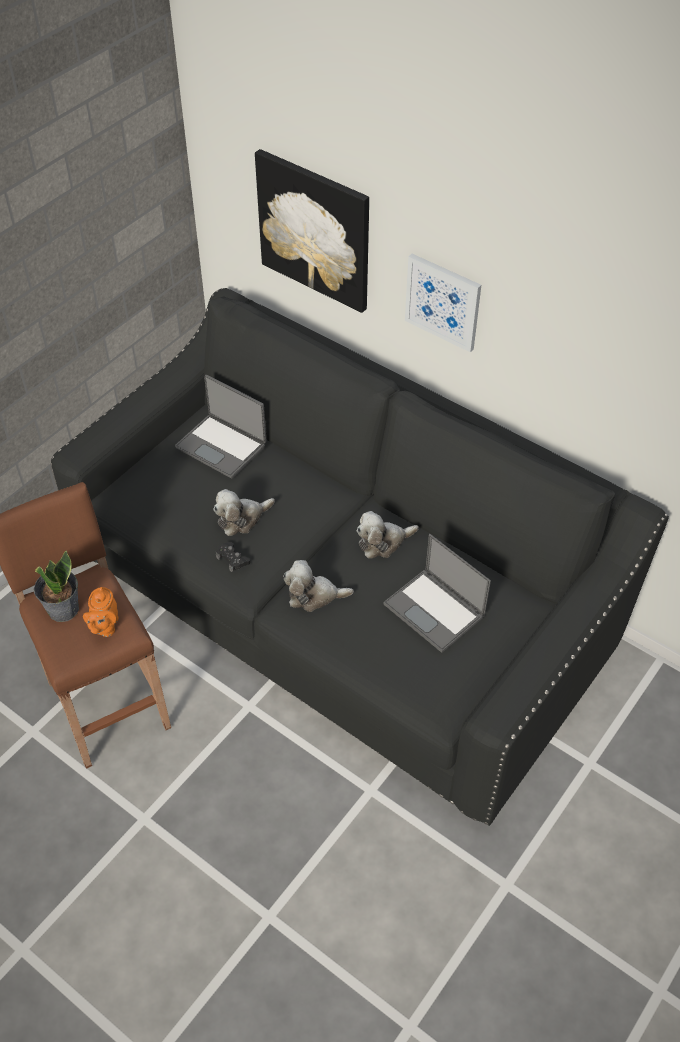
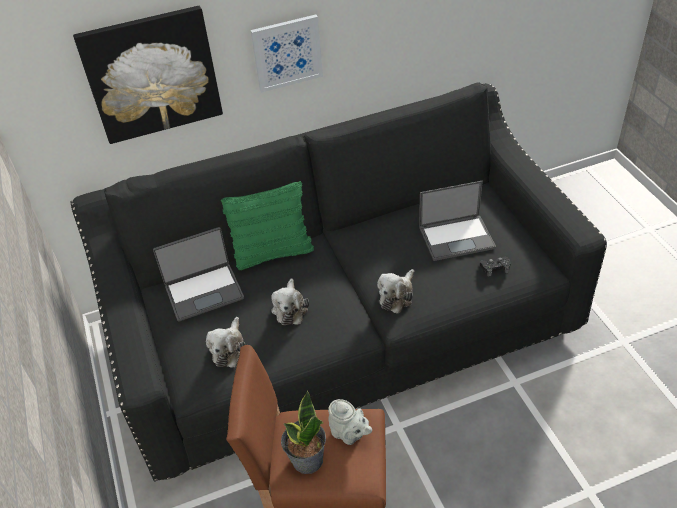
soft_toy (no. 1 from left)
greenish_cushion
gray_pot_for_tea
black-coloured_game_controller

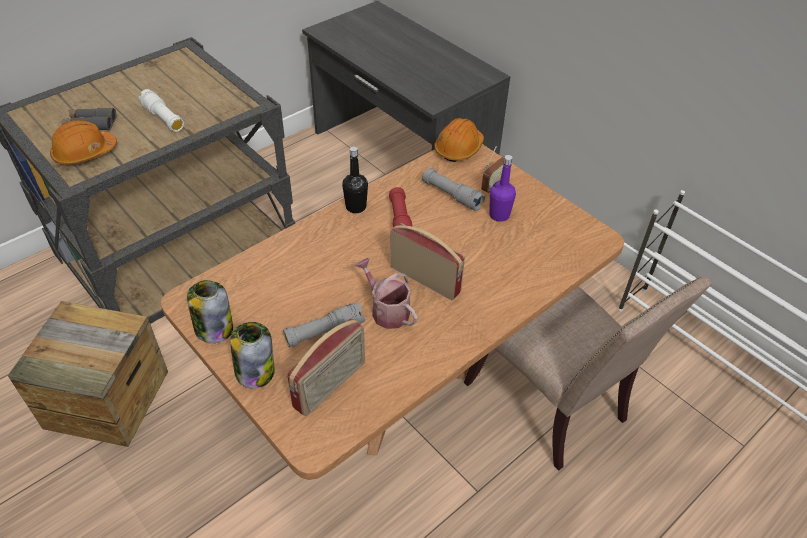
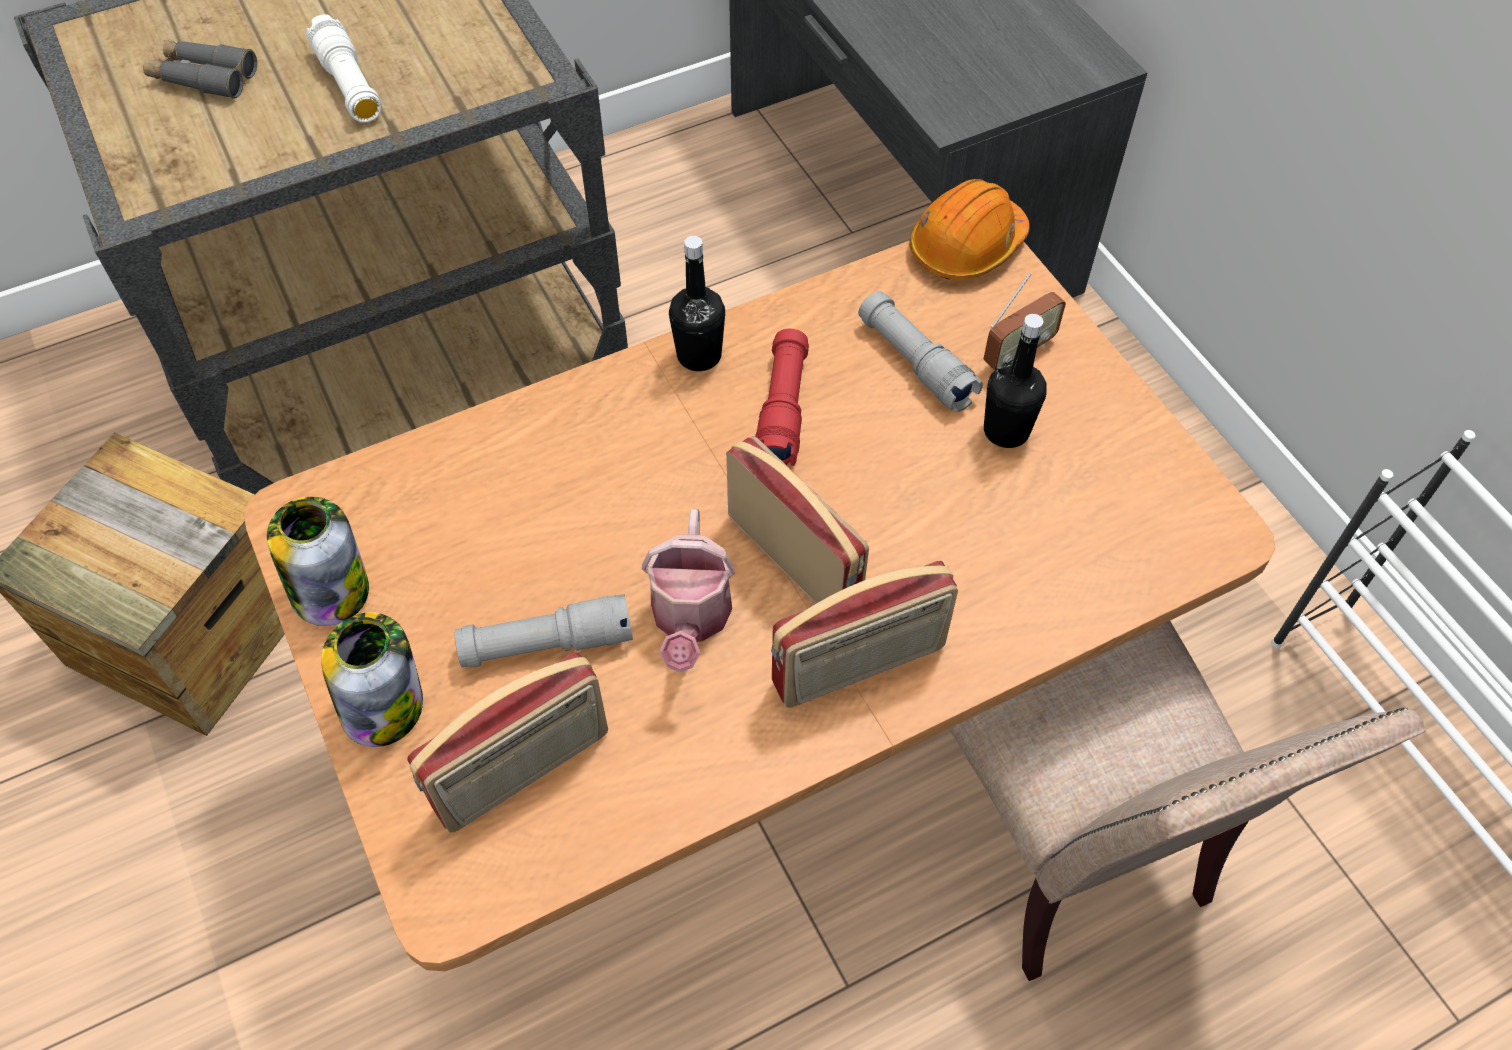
sprinkling_can
radio_receiver (no. 3 from left)
black-coloured_drink_bottle (no. 2 from left)
orange_hard_hat (no. 1 from left in the first image)

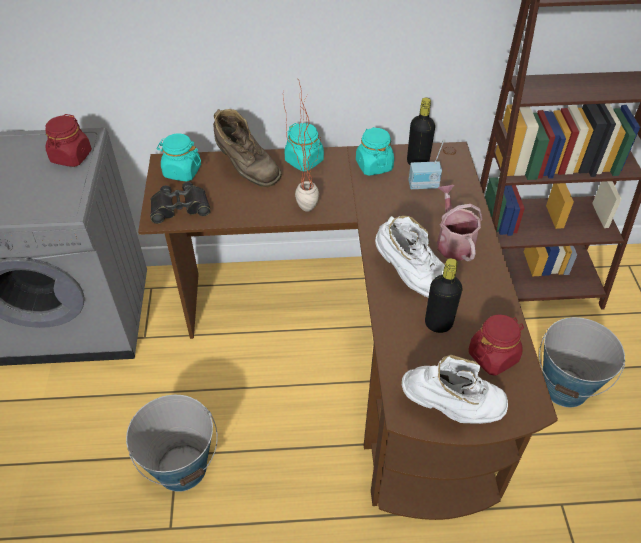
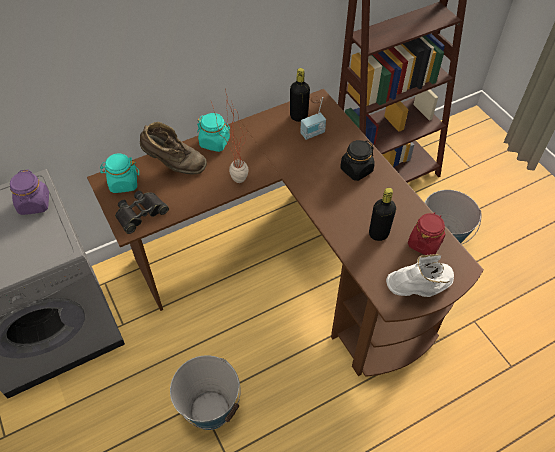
purple-coloured_storage_jar
black-coloured_storage_jar
turquoise-coloured_storage_jar (no. 3 from left in the first image)
white_boot (no. 1 from left in the first image)

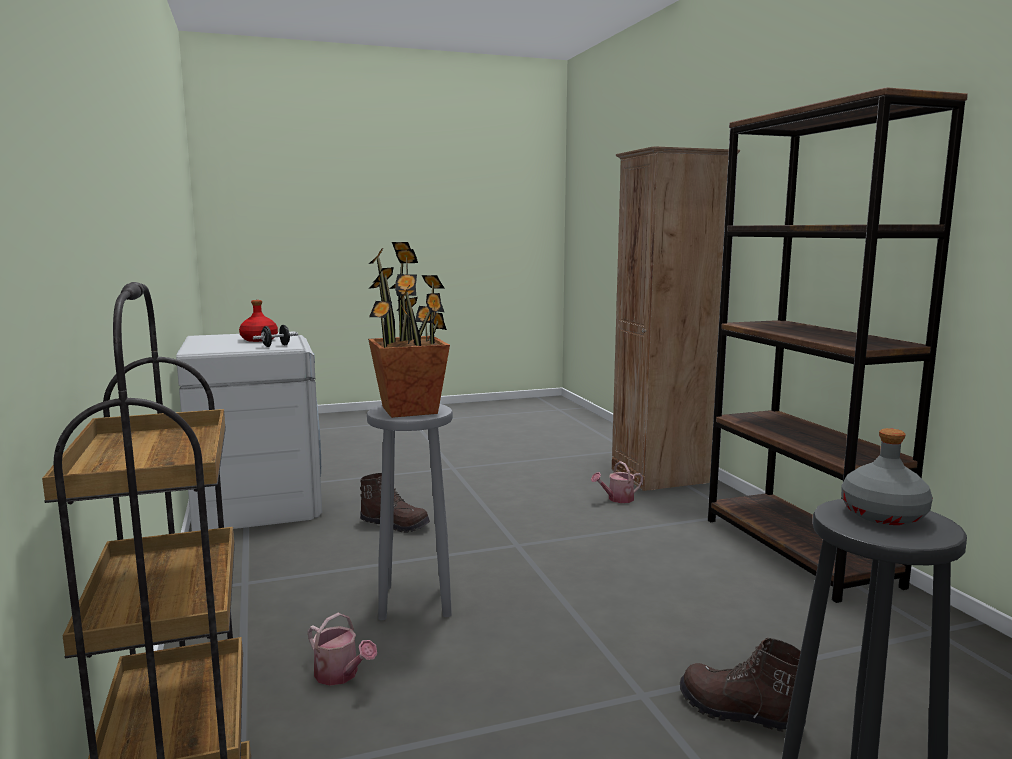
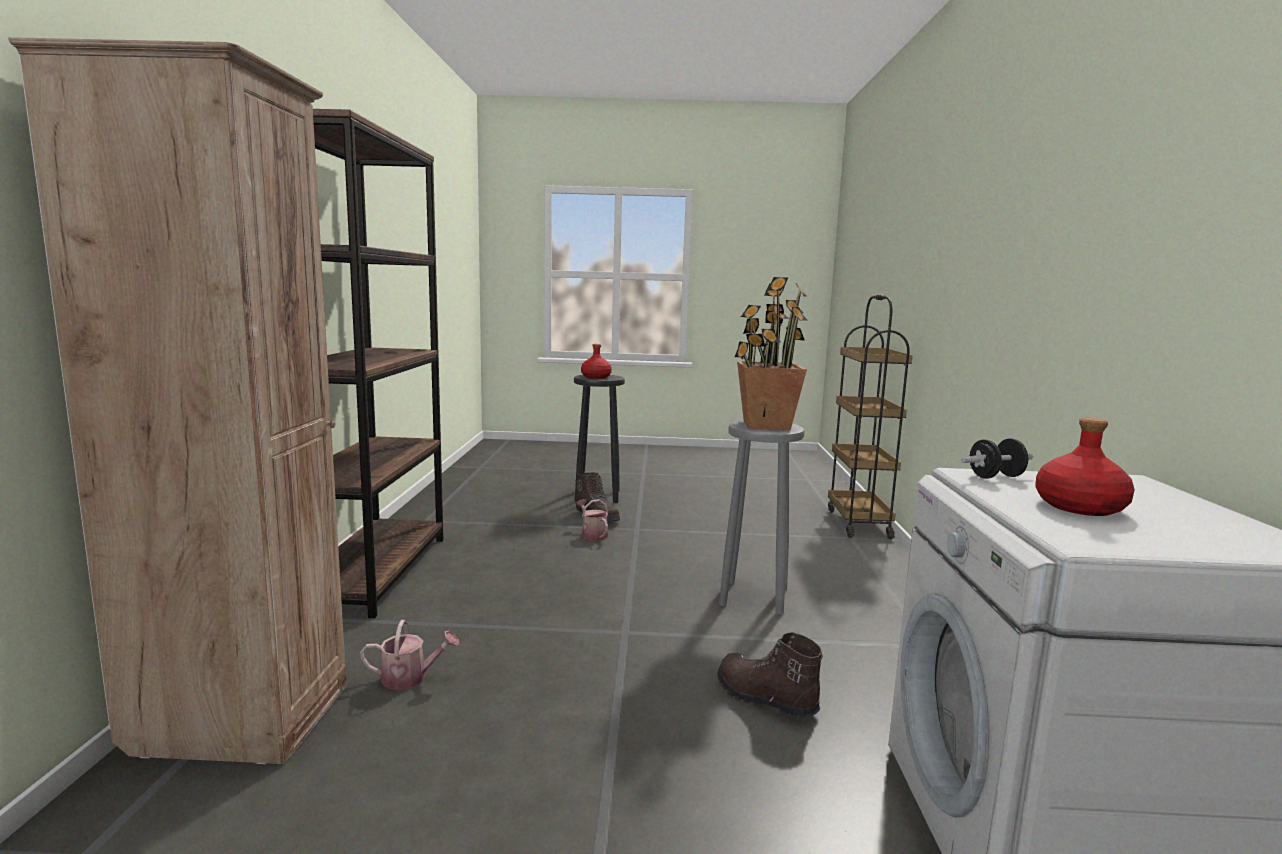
sprinkling_can (no. 2 from left)
red-coloured_drink_bottle (no. 1 from left)

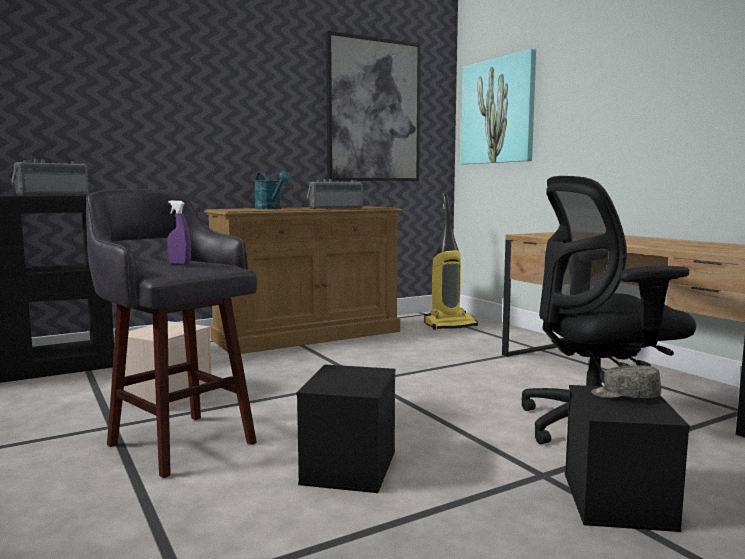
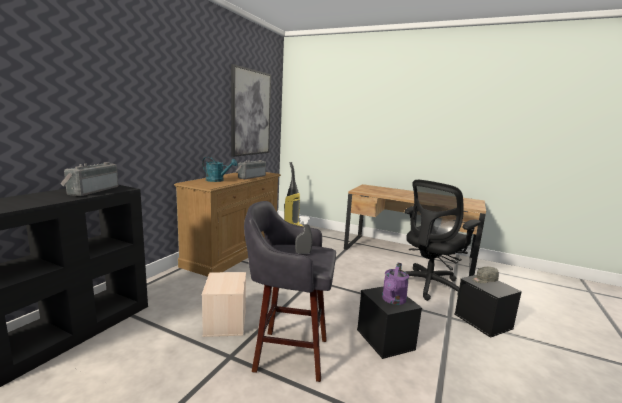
gray_sprayer
purple-coloured_sprinkling_can
wall_picture (no. 2 from left in the first image)

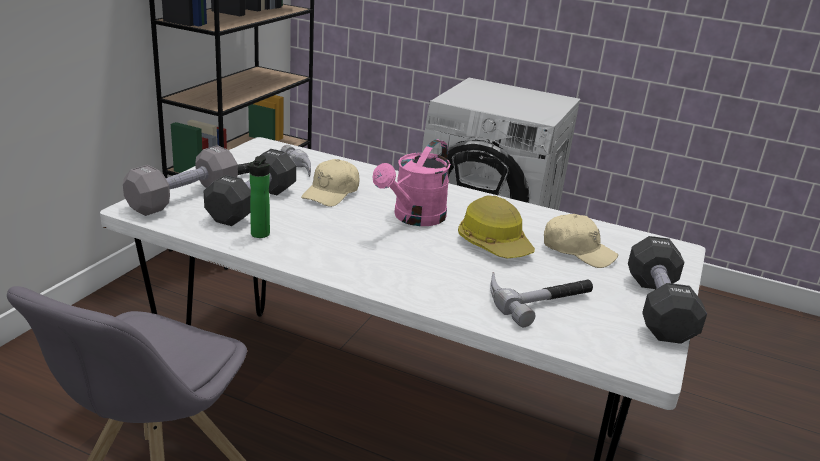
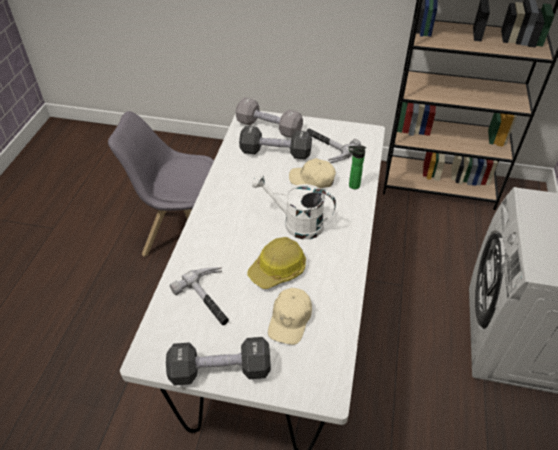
white_sprinkling_can
drink_bottle

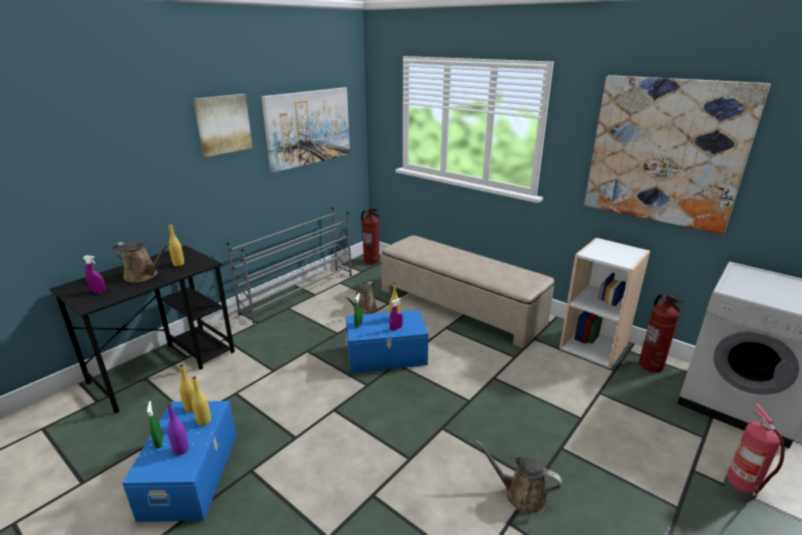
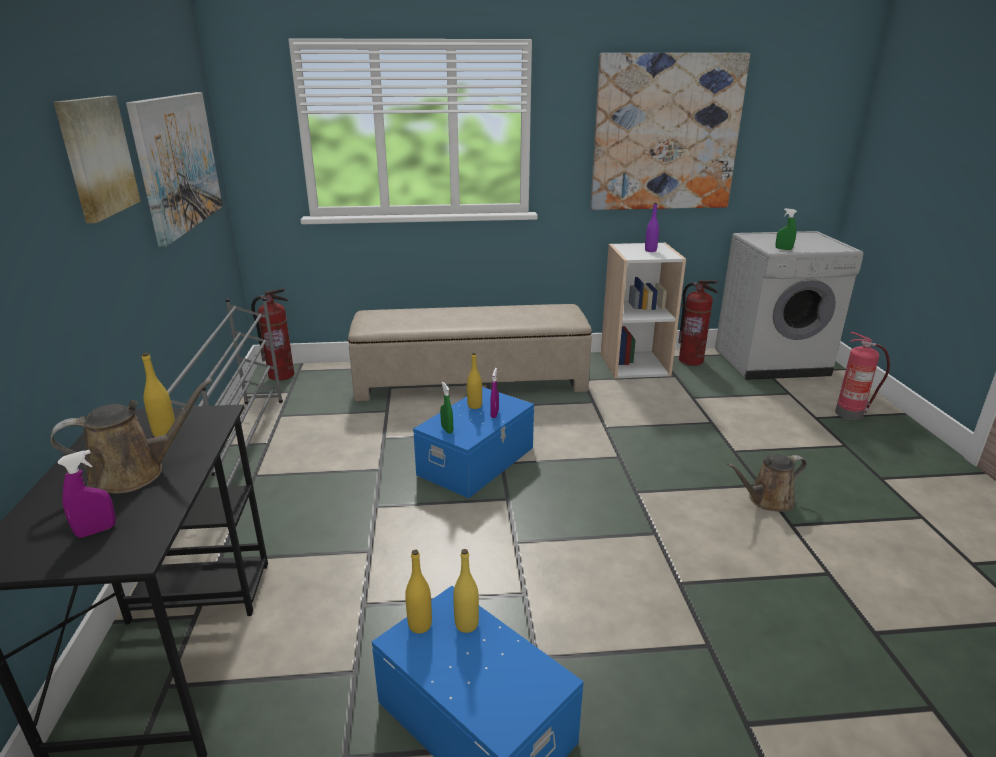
purple-coloured_drink_bottle
greenish_sprayer (no. 2 from left)
brown_sprinkling_can (no. 2 from left in the first image)

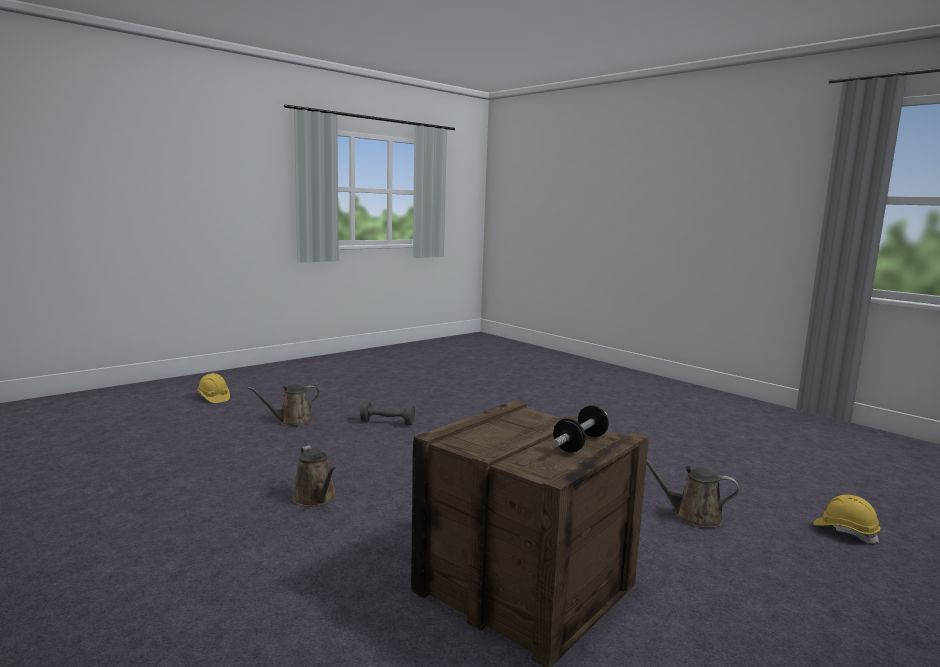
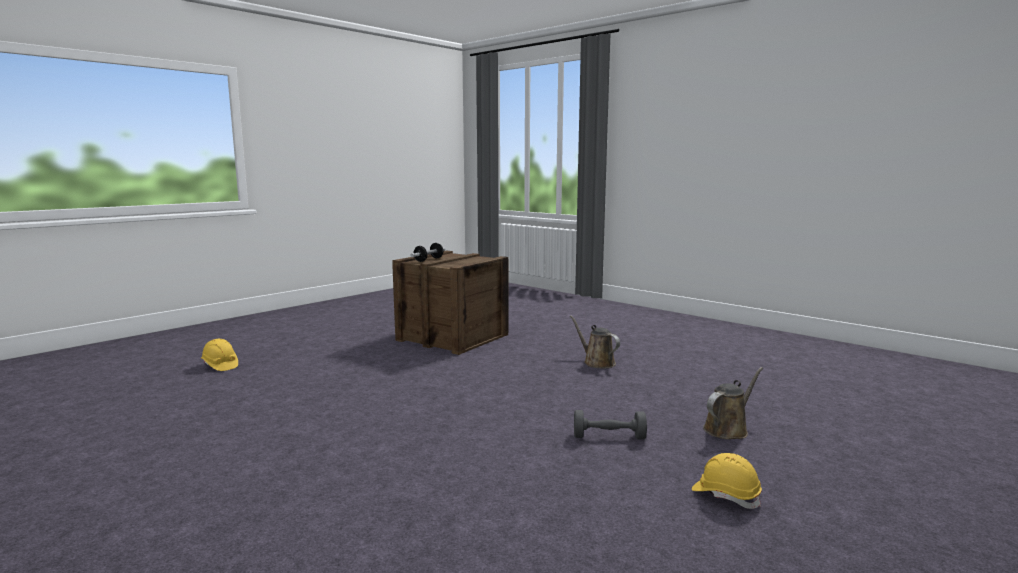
yellow_hard_hat (no. 2 from left)
brown_sprinkling_can (no. 3 from left in the first image)

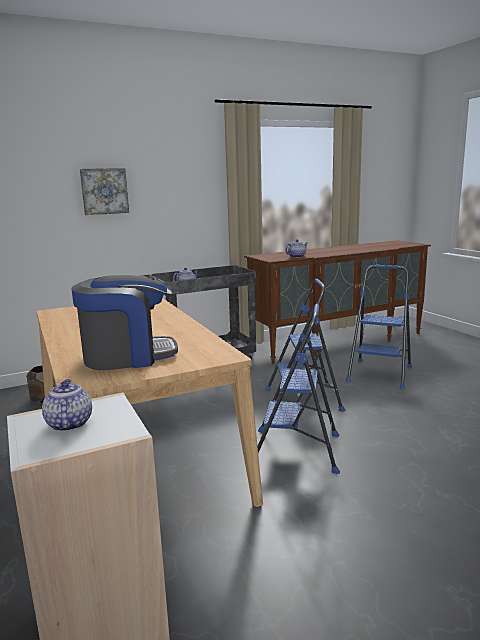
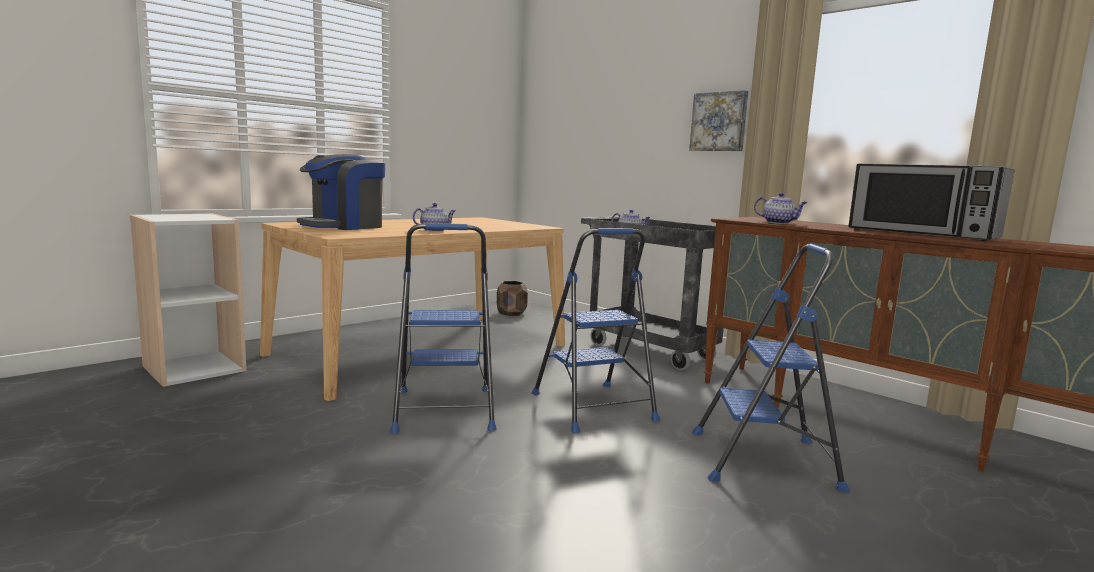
coffee_brewer
pot_for_tea (no. 1 from left)
wall_picture
kitchen_microwave

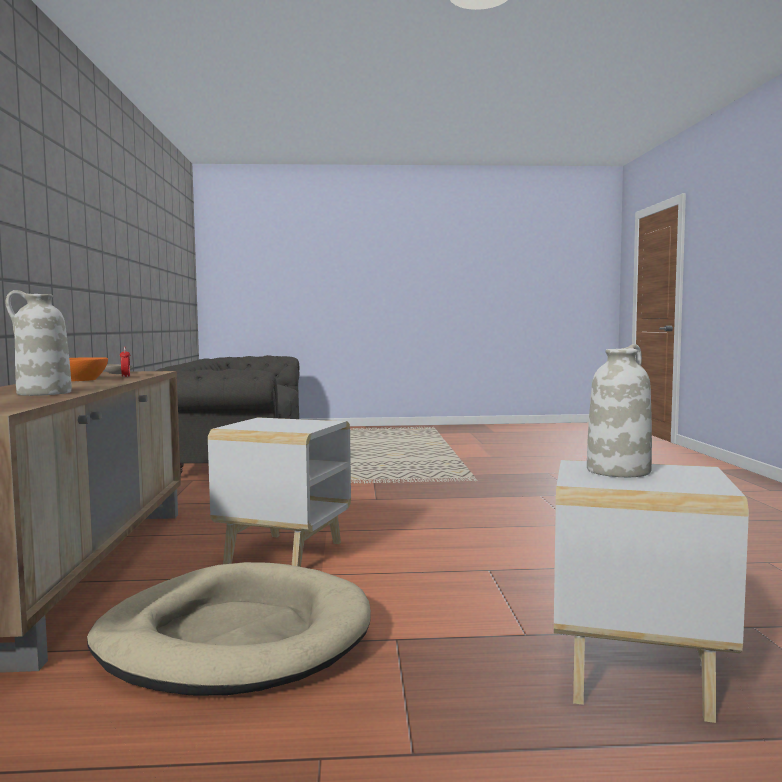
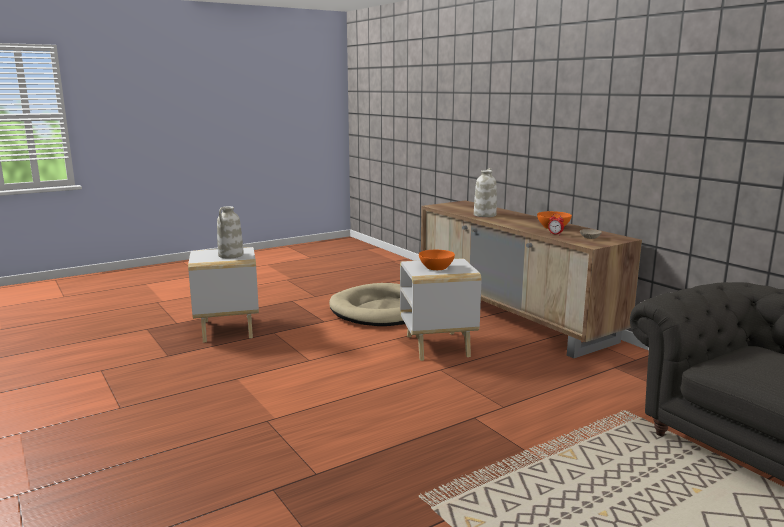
orange_deep_dish (no. 1 from left)

